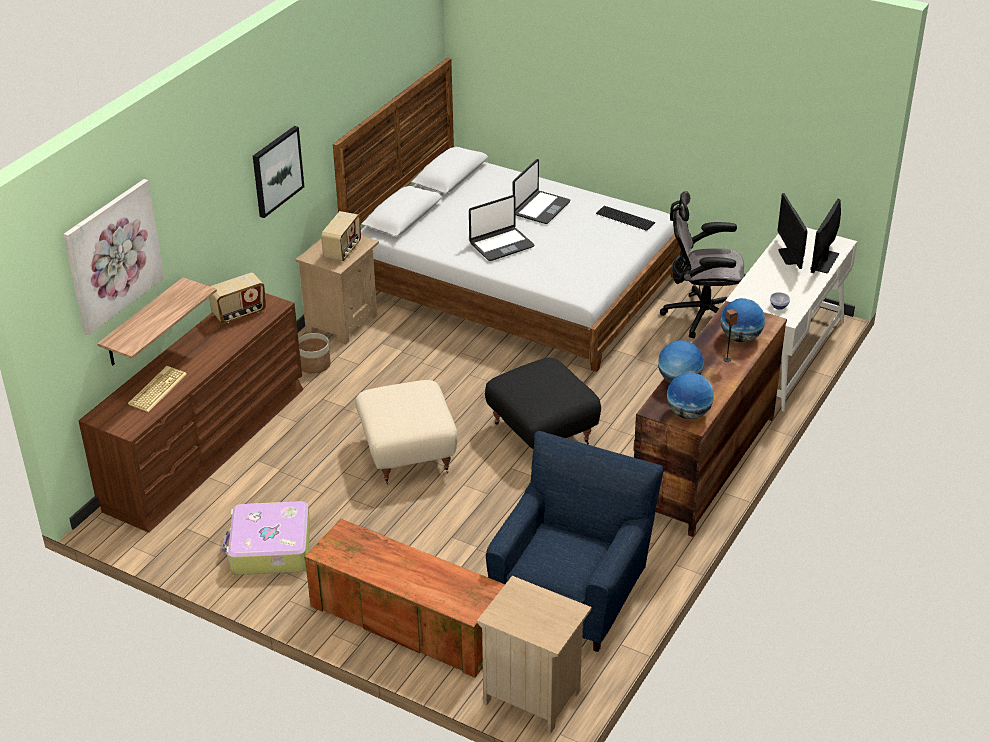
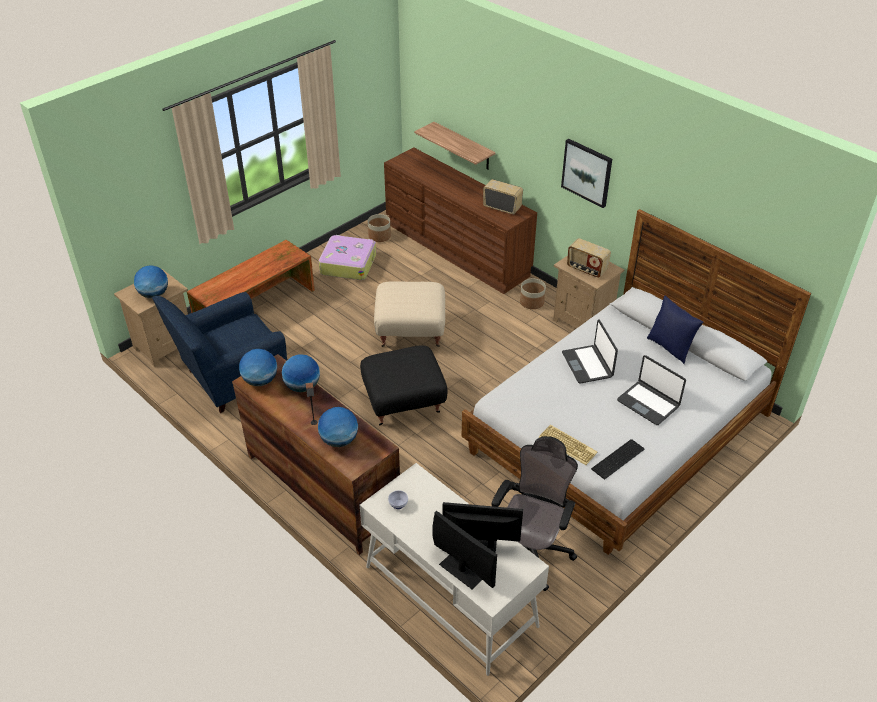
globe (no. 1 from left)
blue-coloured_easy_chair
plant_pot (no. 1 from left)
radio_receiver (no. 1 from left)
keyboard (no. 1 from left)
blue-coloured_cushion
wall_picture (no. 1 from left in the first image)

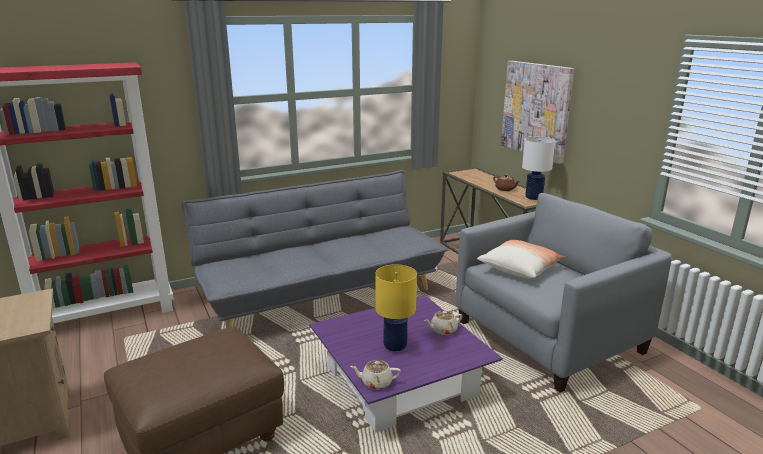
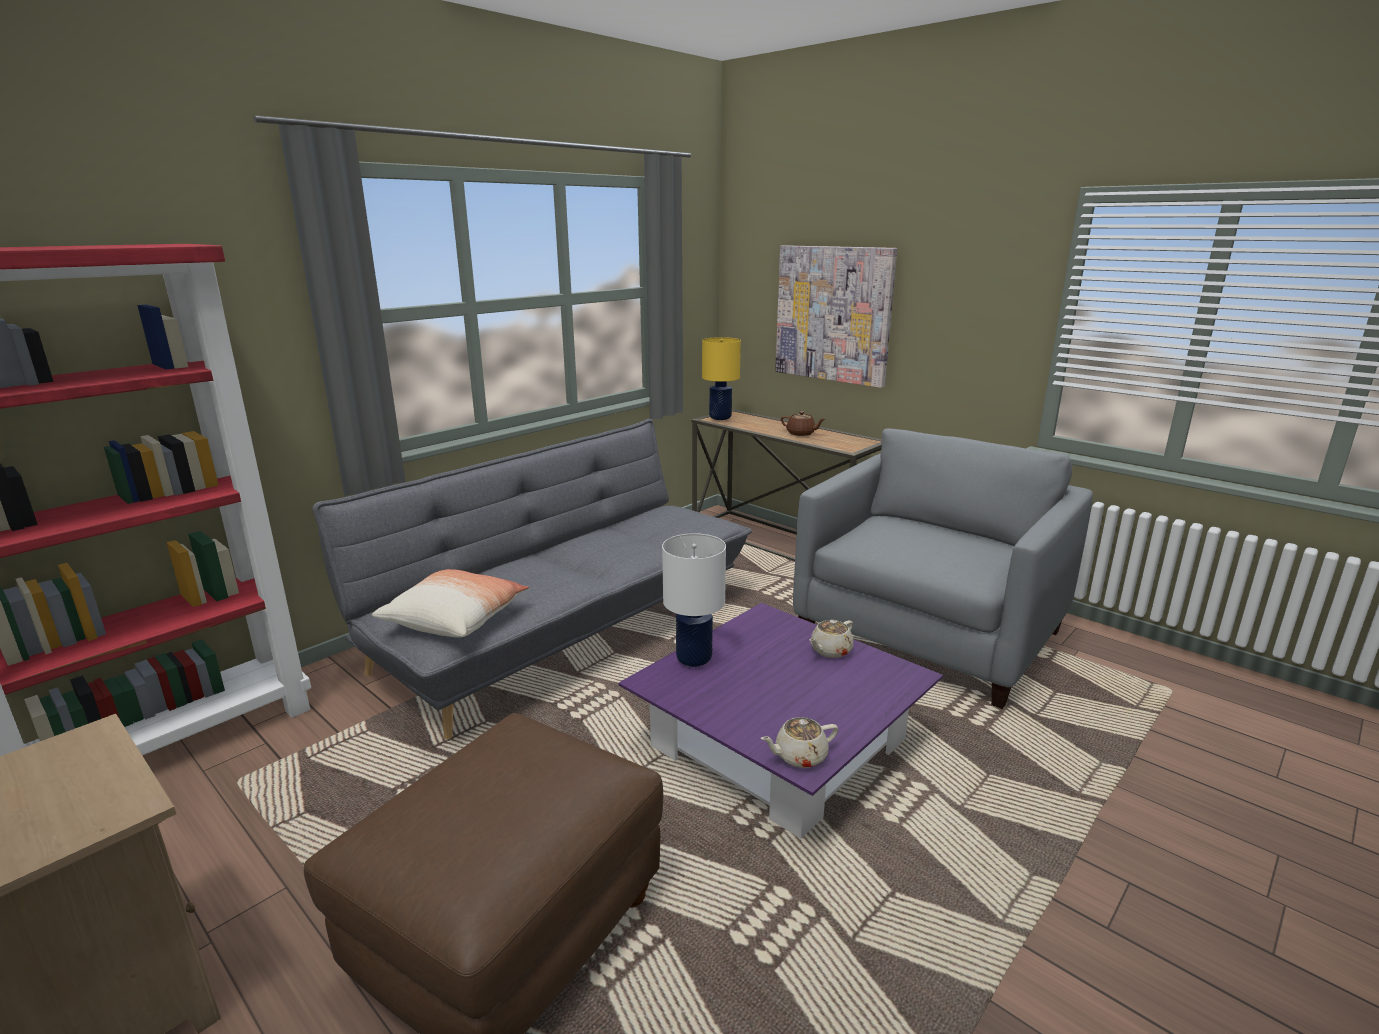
cushion
white_lamp_for_a_table
yellow_lamp_for_a_table

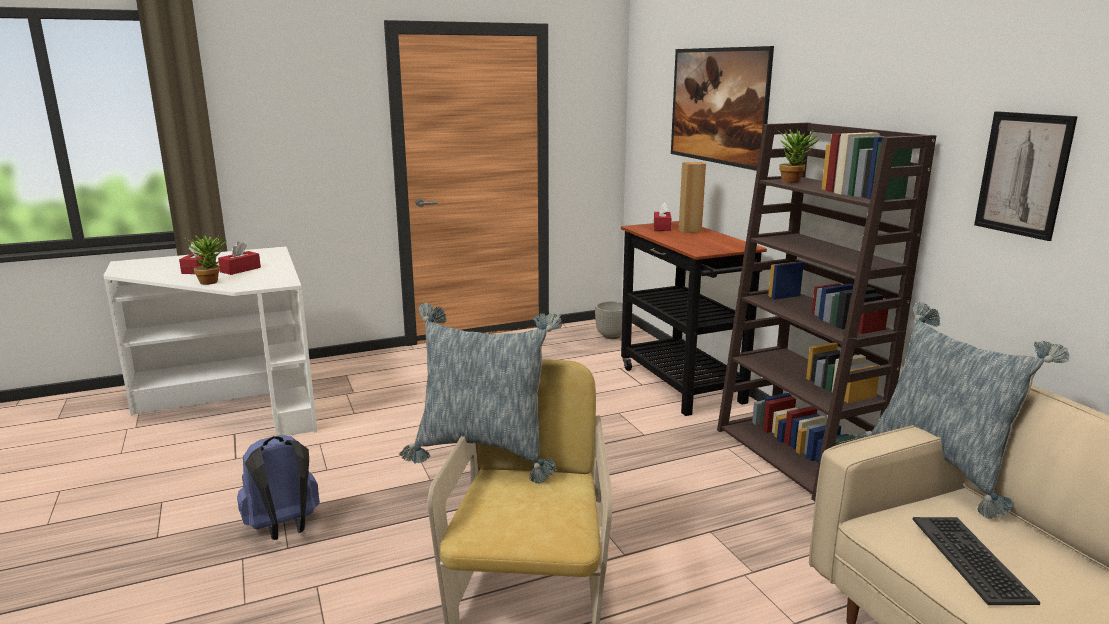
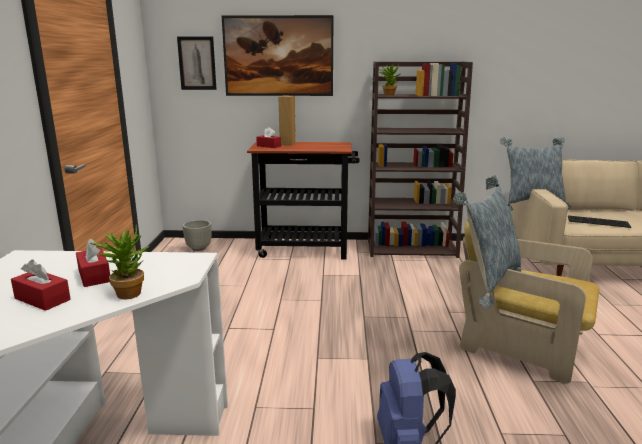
wall_picture (no. 1 from left)

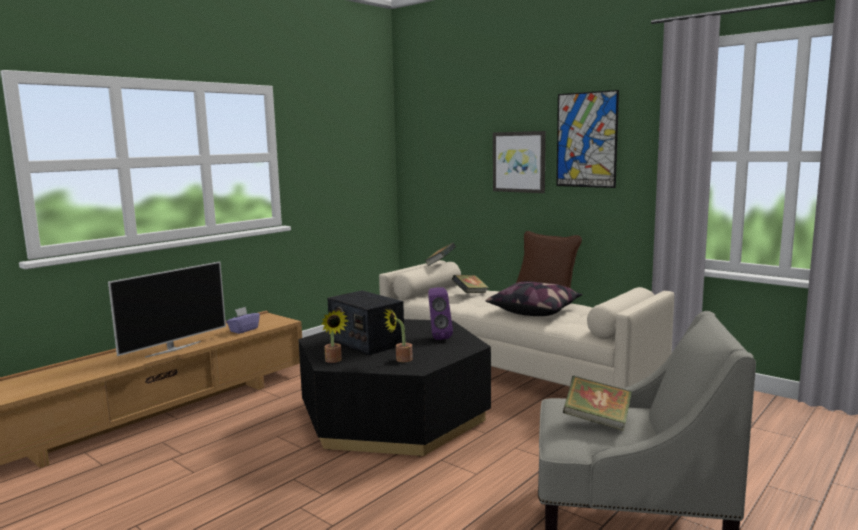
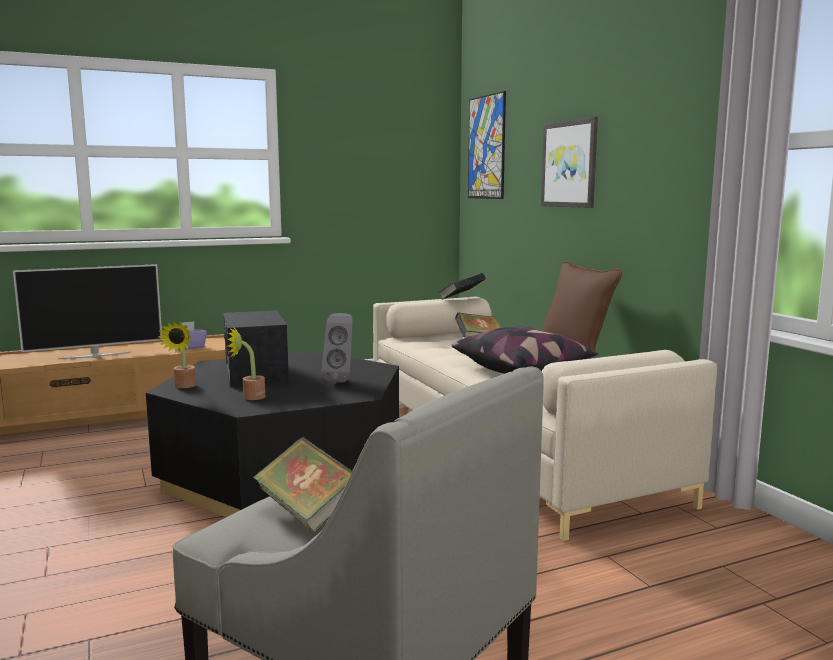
gray_audio_speaker
wall_picture (no. 1 from left)

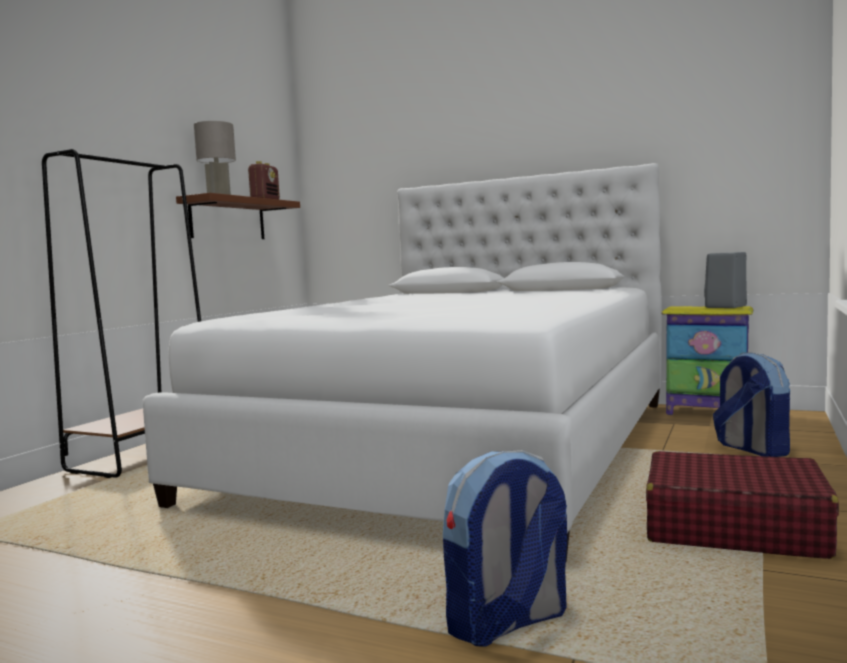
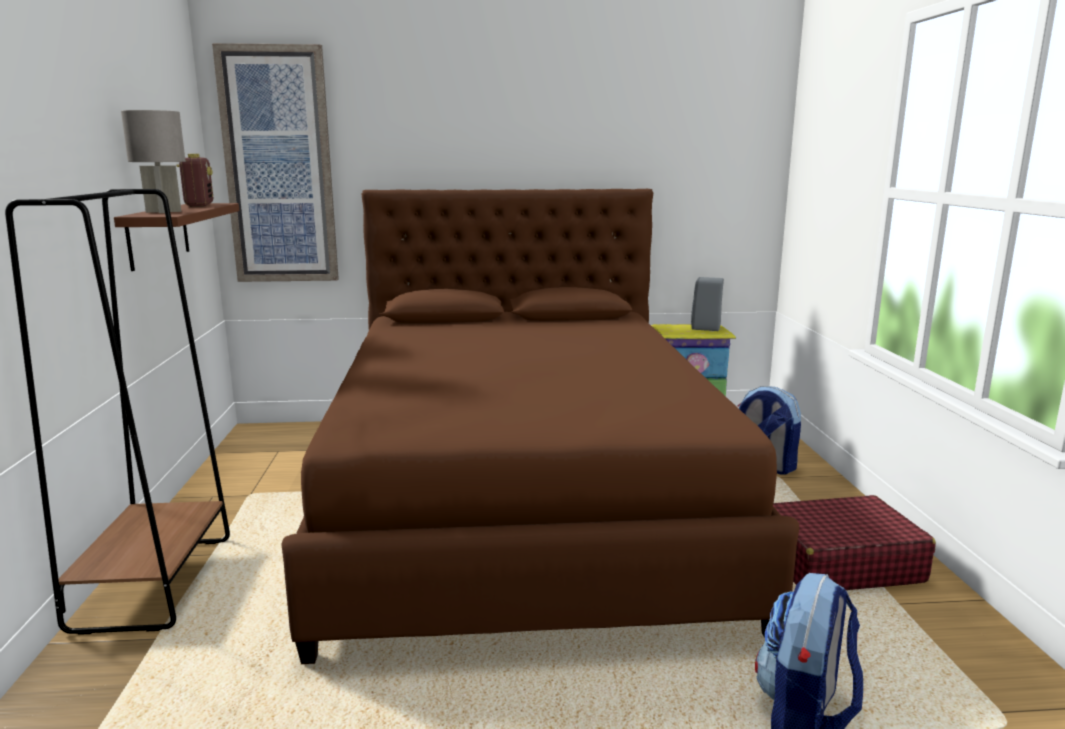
wall_picture
brown_bed

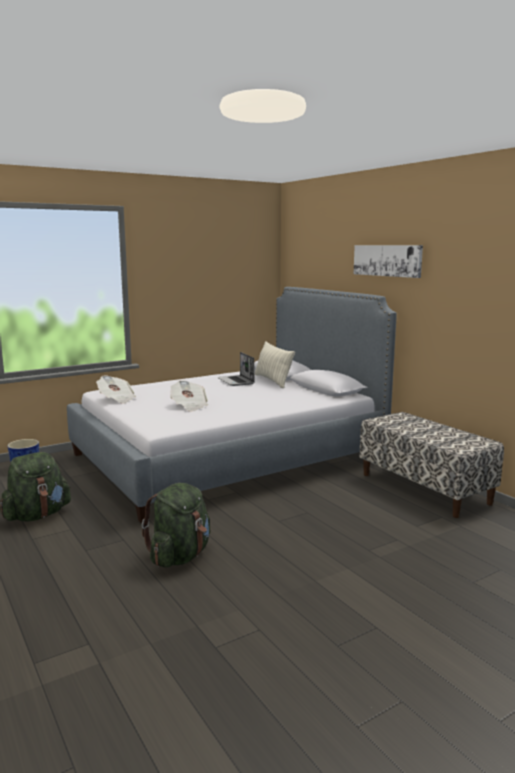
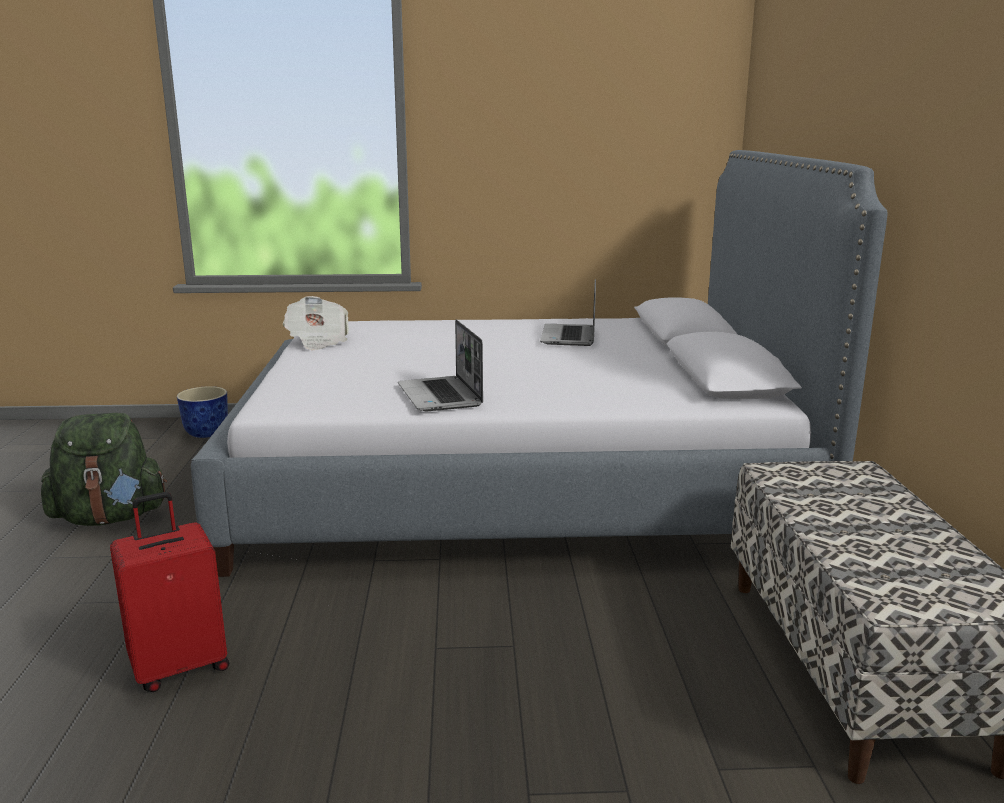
red-coloured_piece_of_luggage
laptop (no. 1 from left)
newspaper (no. 2 from left in the first image)
cushion
wall_picture

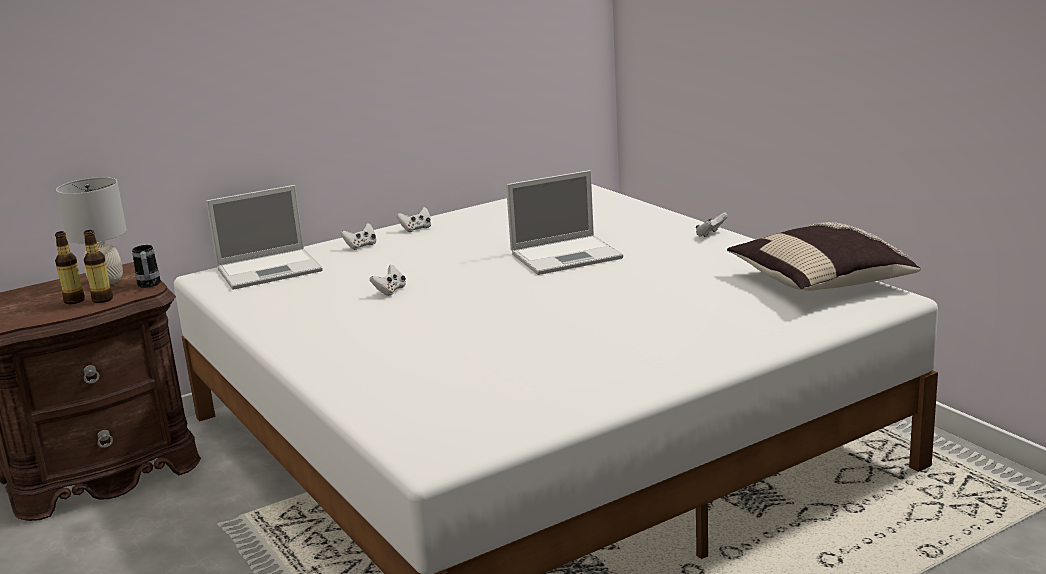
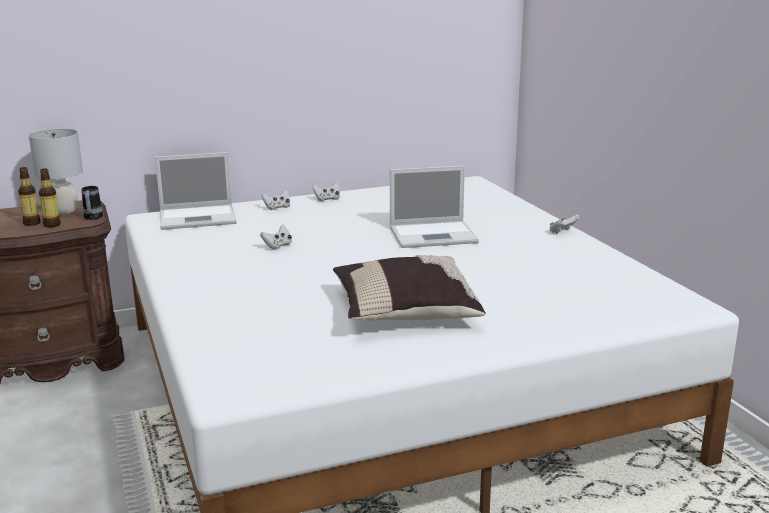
cushion

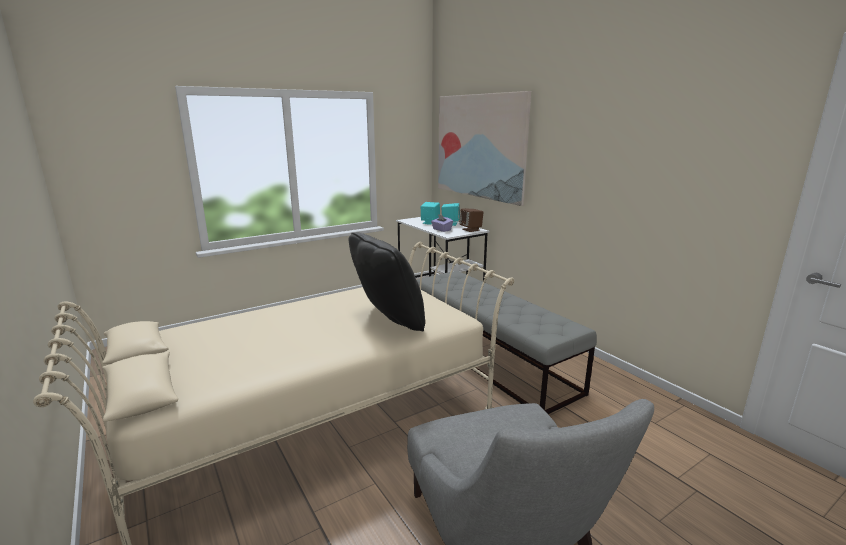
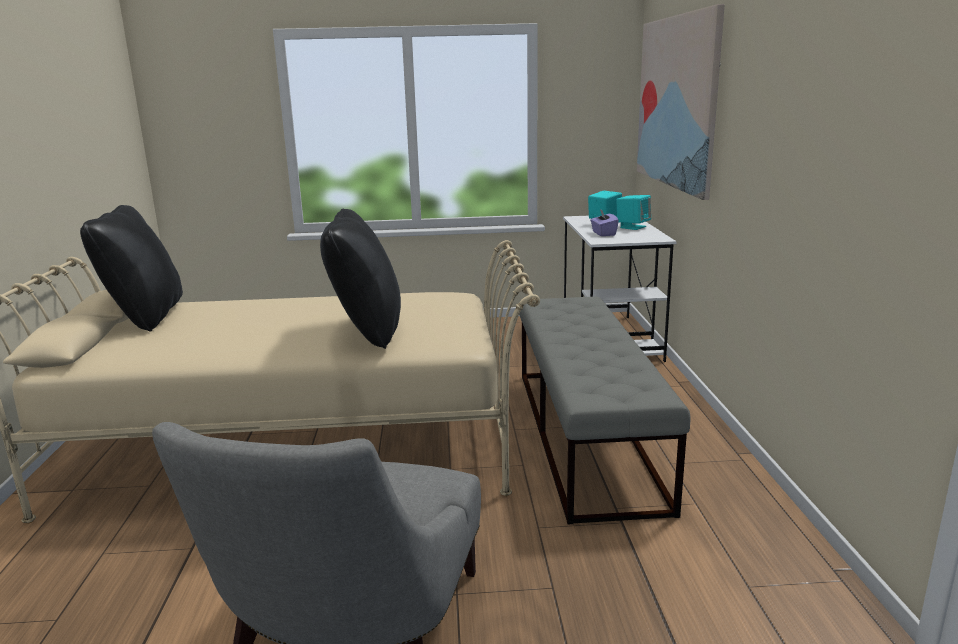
black-coloured_cushion (no. 1 from left)
brown_audio_speaker

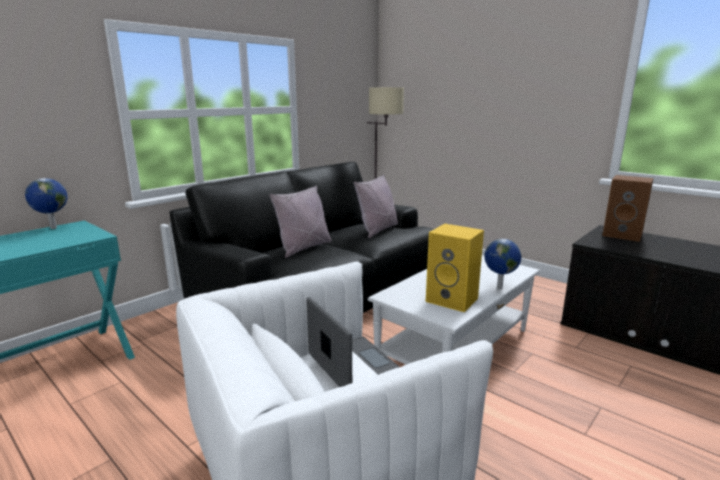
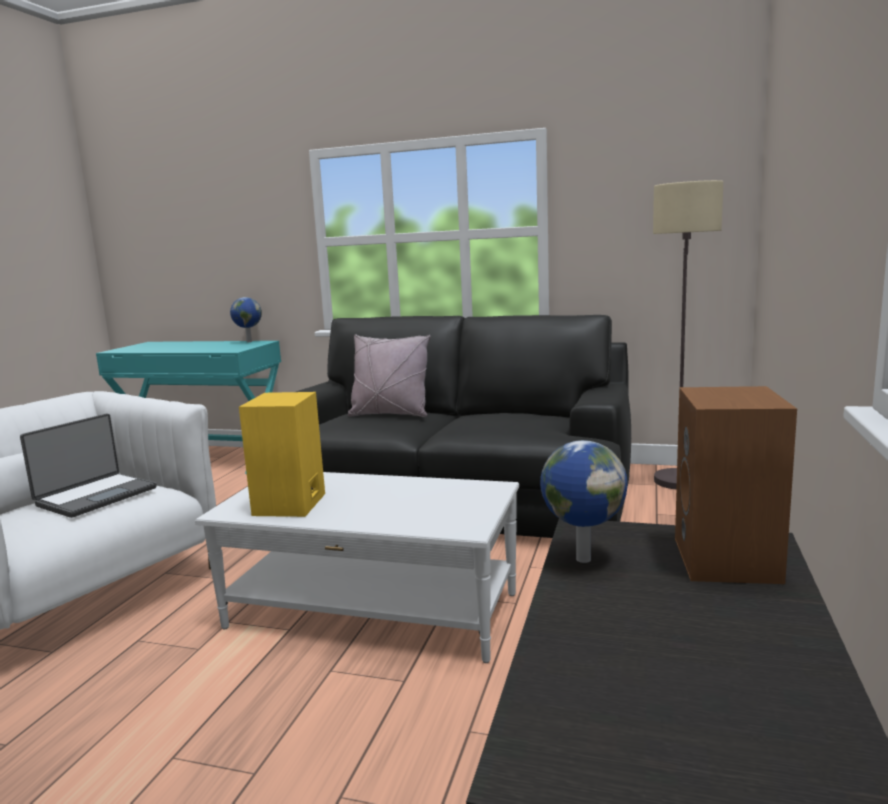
globe (no. 2 from left)
purple-coloured_cushion (no. 2 from left in the first image)

